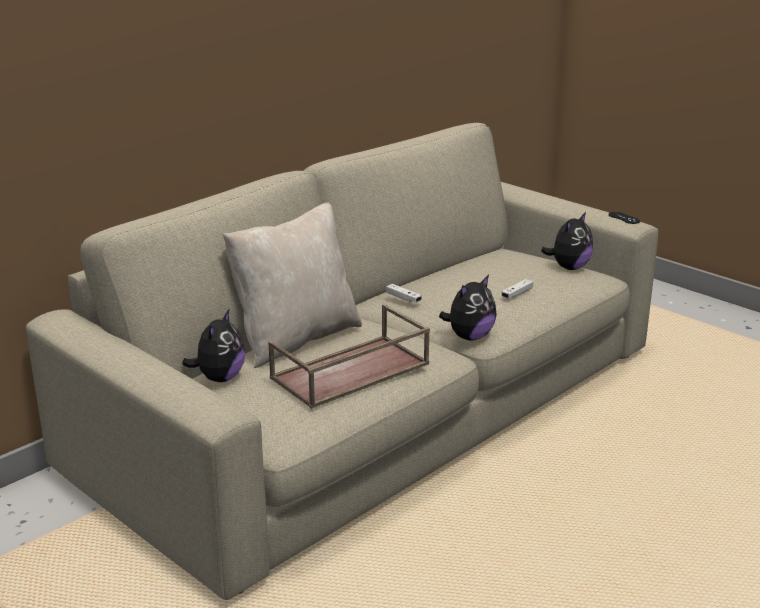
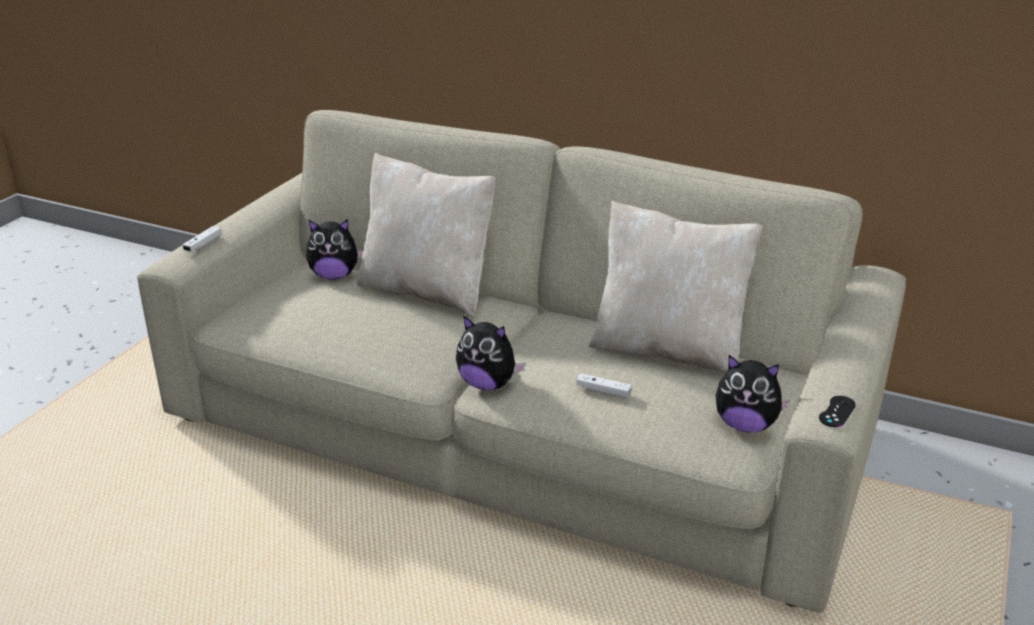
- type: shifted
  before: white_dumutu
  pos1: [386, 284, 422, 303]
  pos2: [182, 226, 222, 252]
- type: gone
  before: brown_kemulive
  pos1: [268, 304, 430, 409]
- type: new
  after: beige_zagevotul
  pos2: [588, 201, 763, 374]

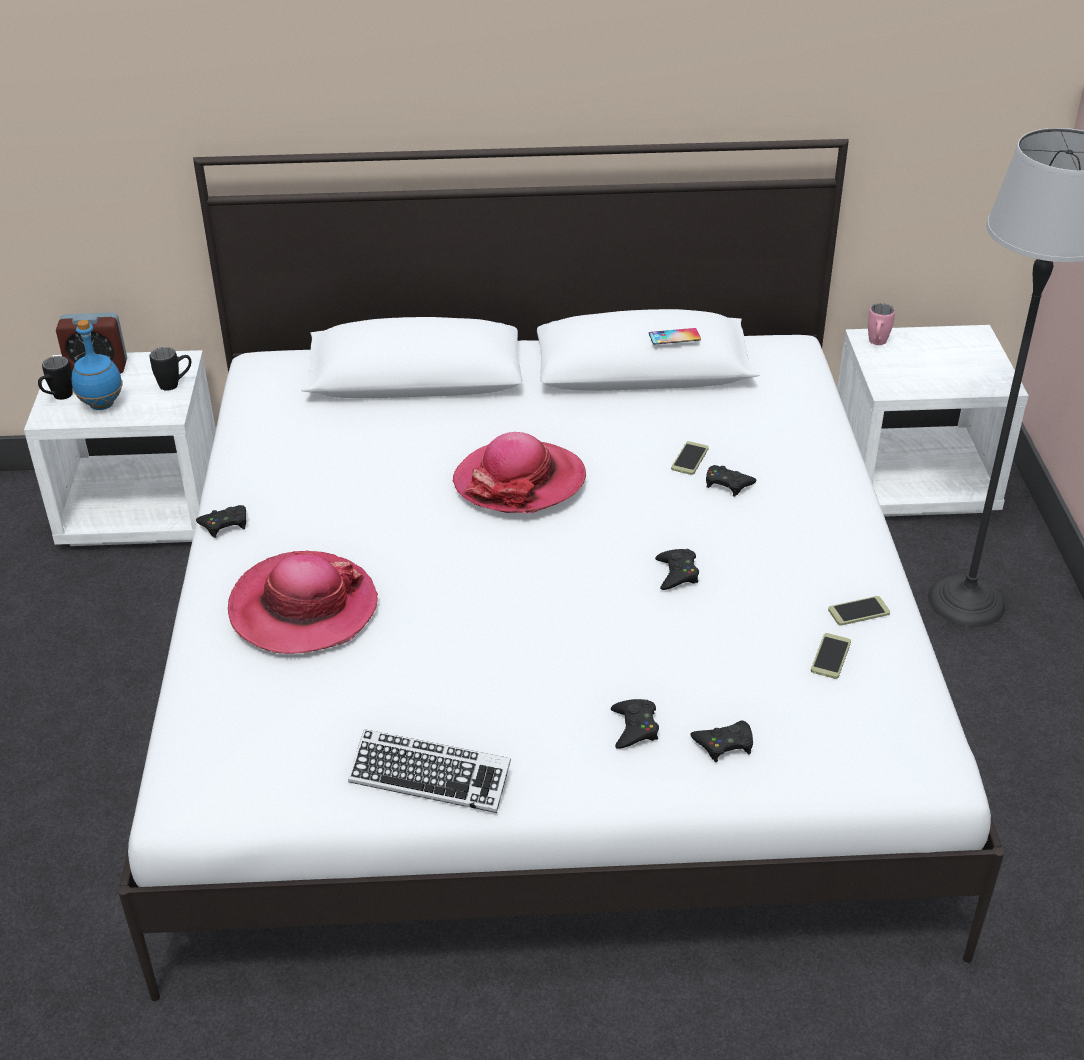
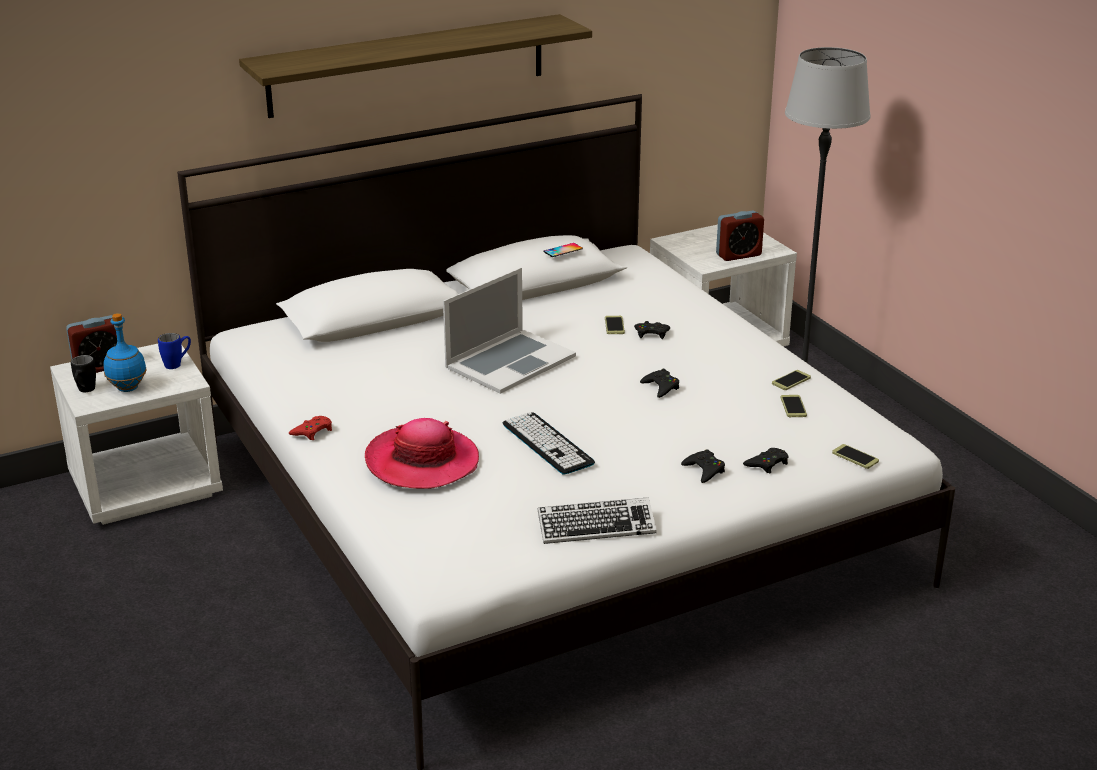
- type: gone
  before: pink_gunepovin
  pos1: [868, 303, 895, 345]
- type: repainted
  before: black_gunepovin
  after: blue_gunepovin
  pos1: [150, 347, 191, 391]
  pos2: [158, 333, 191, 369]
- type: swapped
  before: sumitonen
  after: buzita
  pos1: [452, 432, 586, 513]
  pos2: [443, 268, 576, 394]
- type: repainted
  before: black_dumutu
  after: red_dumutu
  pos1: [196, 505, 246, 538]
  pos2: [289, 416, 332, 440]
- type: new
  after: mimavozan
  pos2: [239, 14, 592, 118]
- type: new
  after: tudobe
  pos2: [716, 211, 764, 261]
- type: new
  after: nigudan
  pos2: [502, 412, 595, 474]
- type: new
  after: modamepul
  pos2: [832, 444, 879, 469]

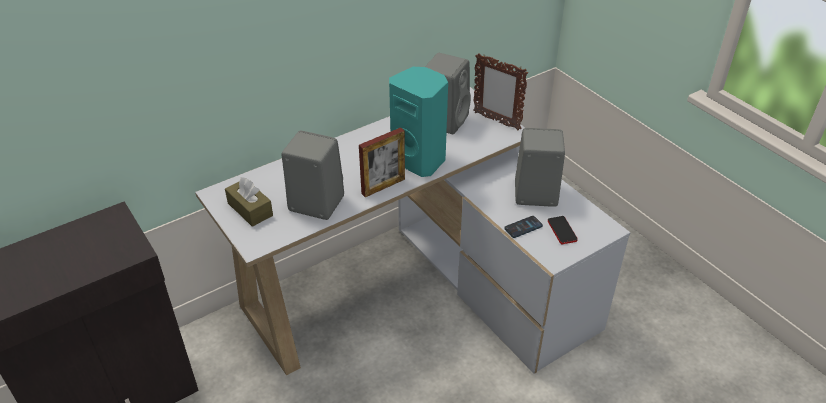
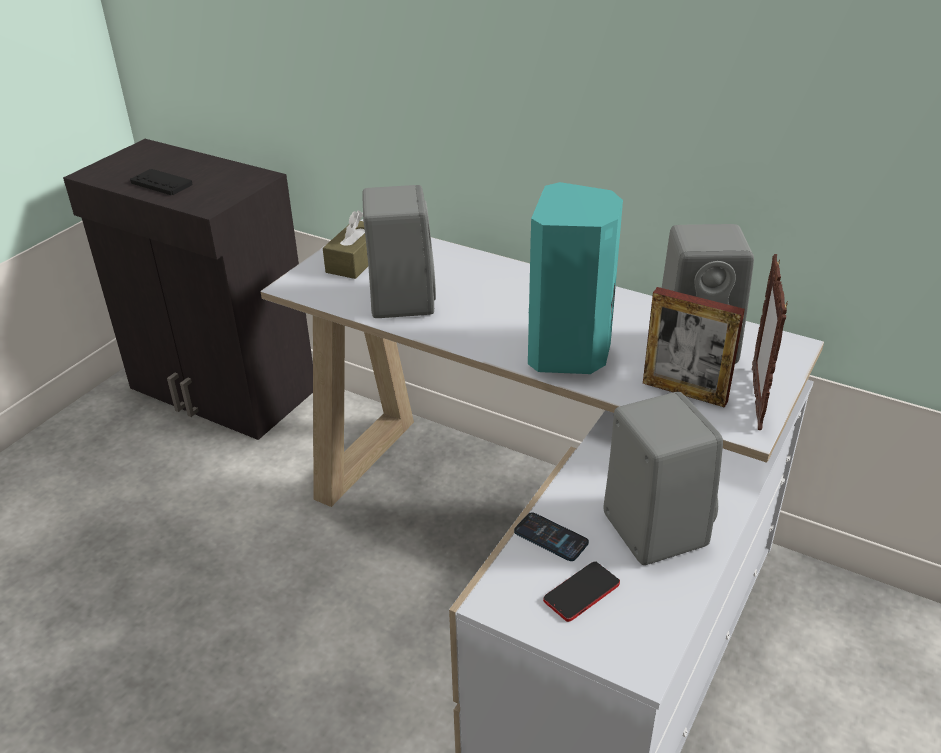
- type: shifted
  before: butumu
  pos1: [359, 127, 405, 197]
  pos2: [643, 287, 745, 408]
- type: new
  after: black_dumutu
  pos2: [130, 169, 192, 195]

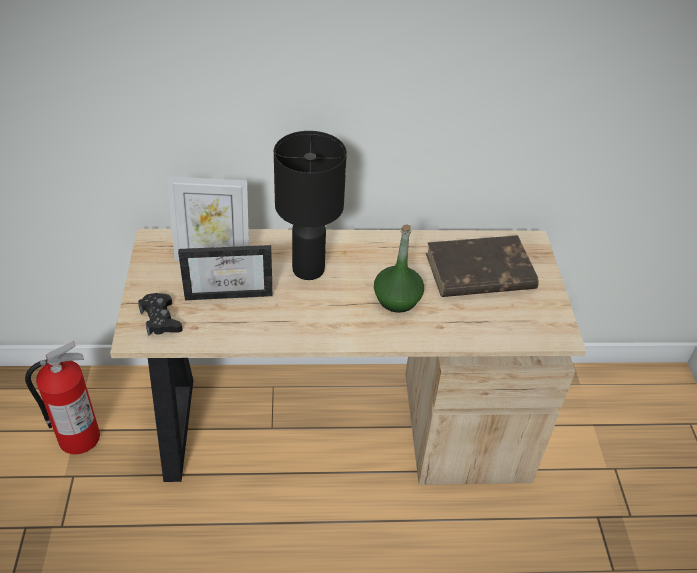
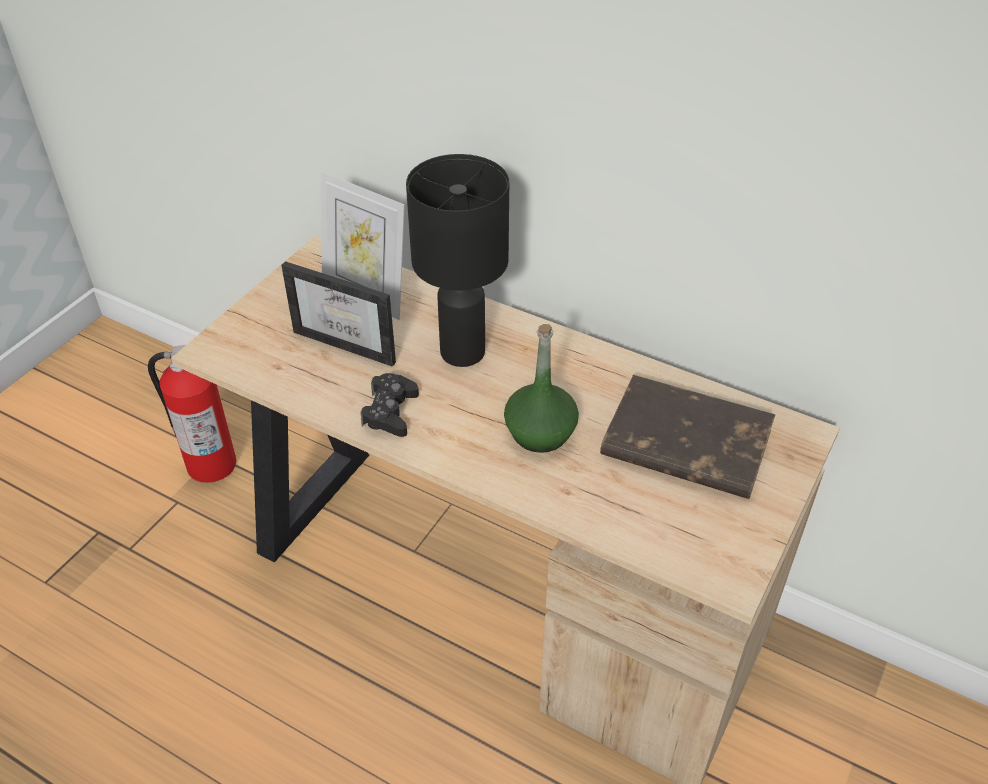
- type: shifted
  before: black_dumutu
  pos1: [138, 293, 183, 336]
  pos2: [360, 373, 419, 437]

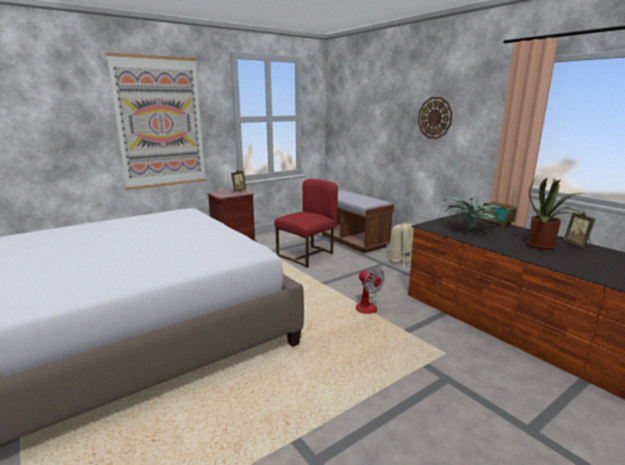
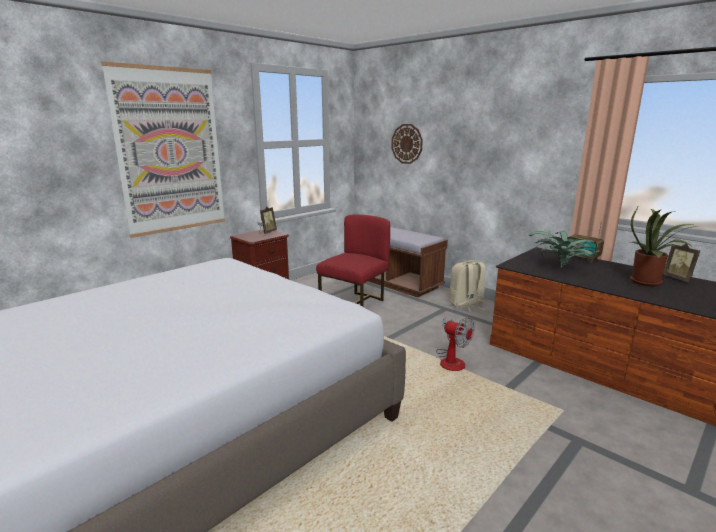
- type: shifted
  before: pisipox
  pos1: [418, 97, 452, 139]
  pos2: [391, 124, 423, 164]

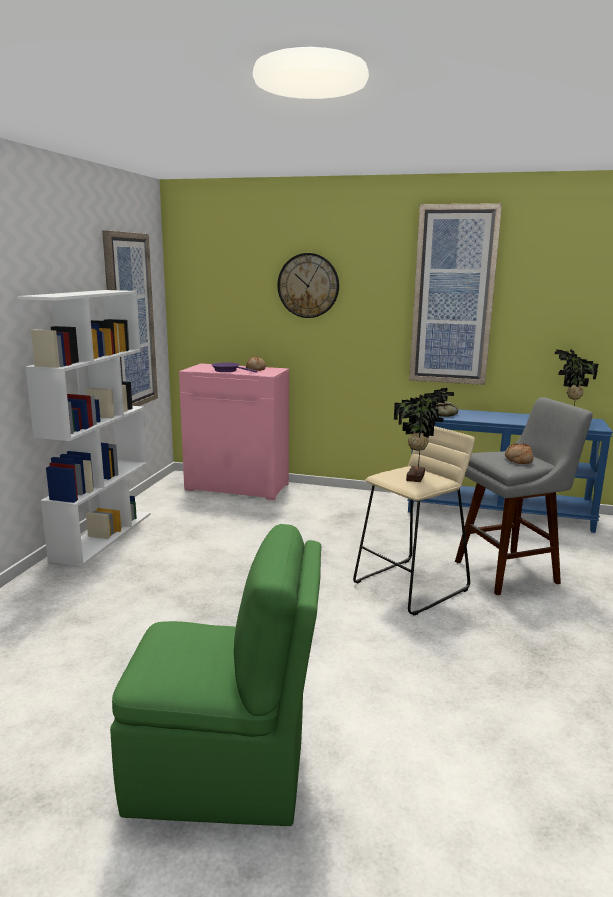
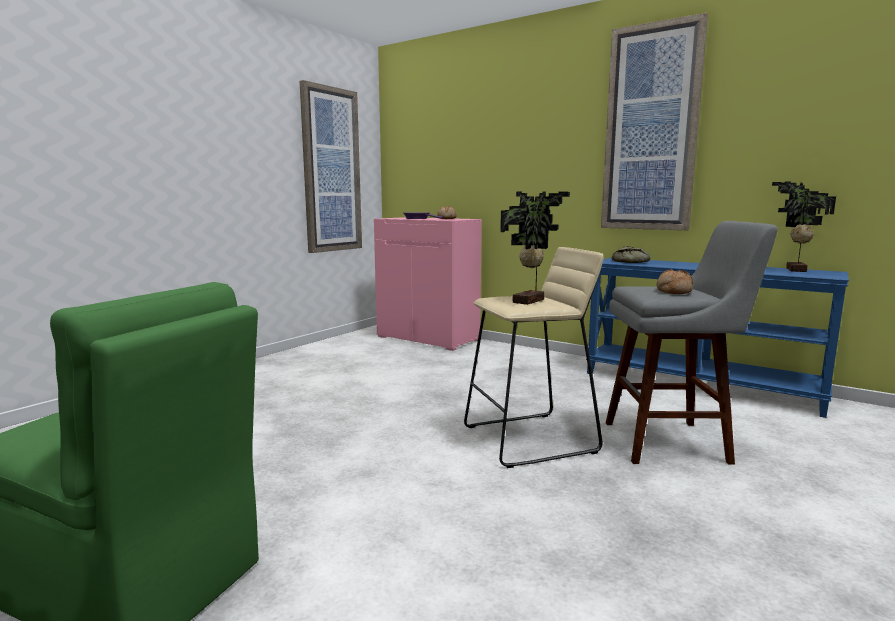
- type: gone
  before: pisipox
  pos1: [278, 253, 339, 318]
- type: gone
  before: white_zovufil
  pos1: [17, 290, 151, 567]

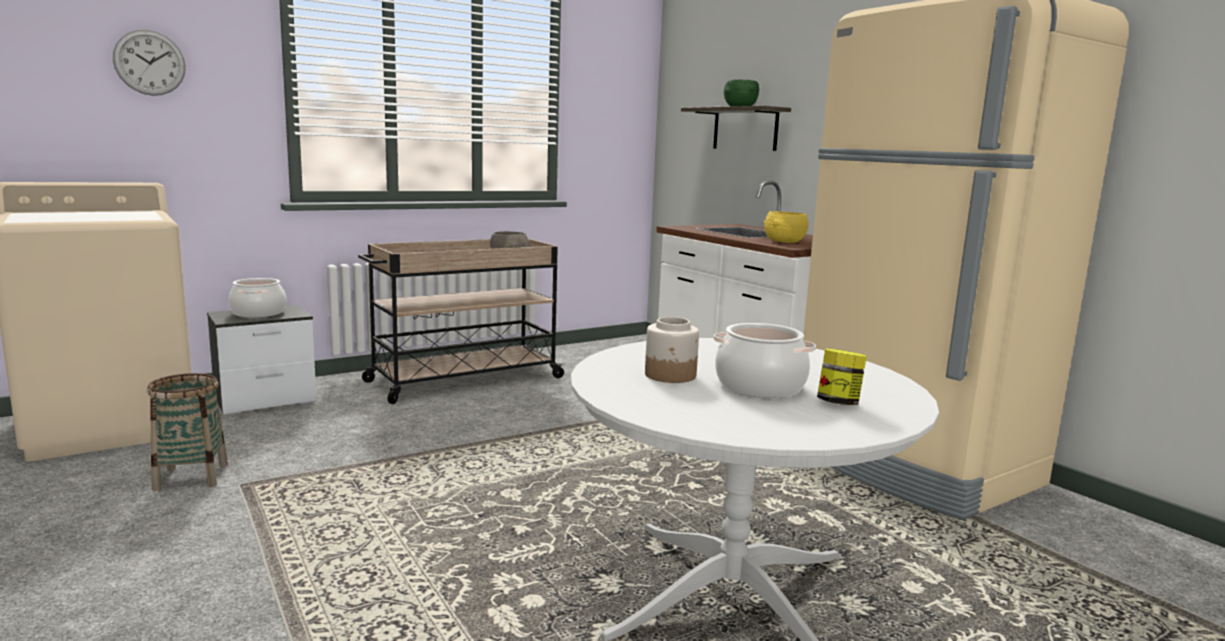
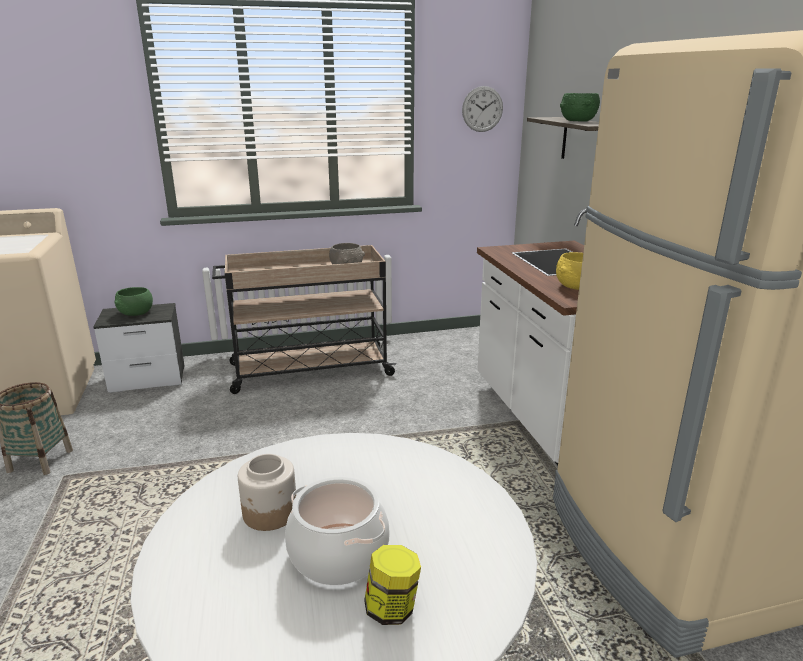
- type: shifted
  before: pisipox
  pos1: [113, 30, 186, 96]
  pos2: [462, 86, 503, 132]
- type: swapped
  before: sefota
  after: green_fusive
  pos1: [229, 278, 286, 318]
  pos2: [114, 287, 153, 316]

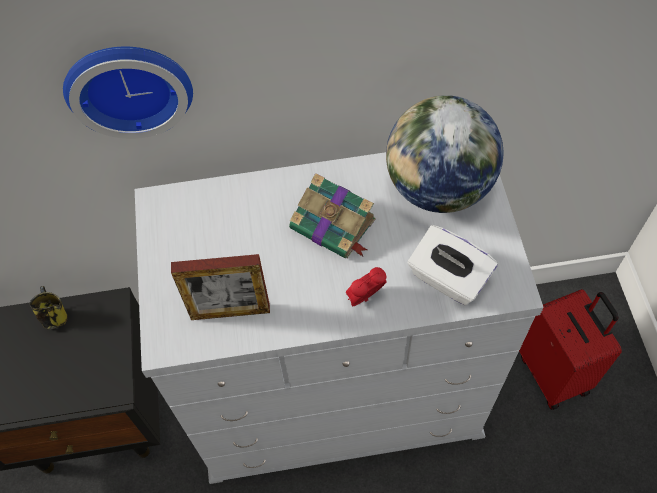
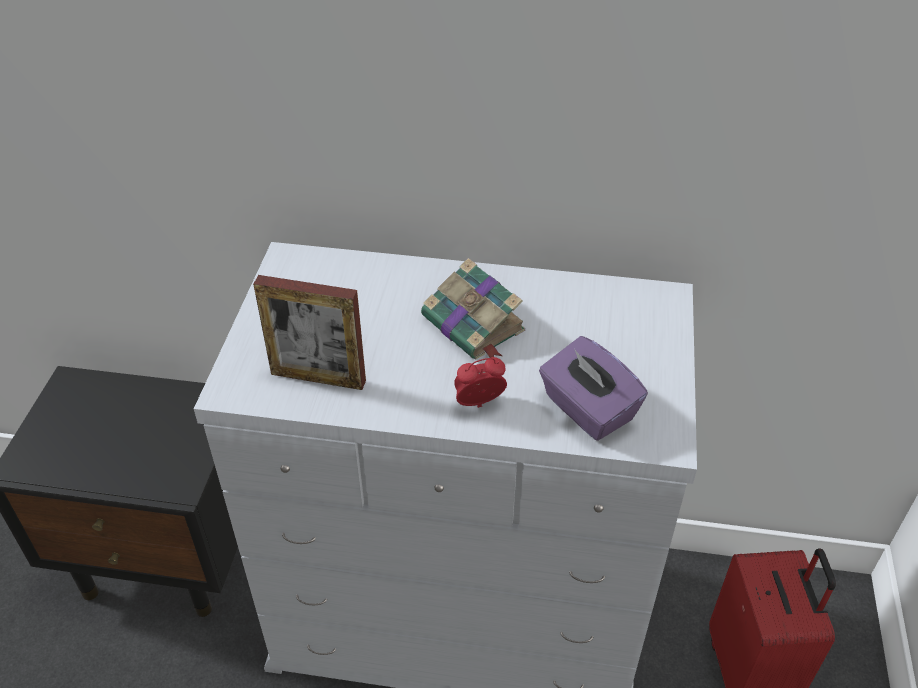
- type: gone
  before: pisipox
  pos1: [63, 47, 193, 139]
- type: gone
  before: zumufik
  pos1: [386, 95, 504, 213]
- type: repainted
  before: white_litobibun
  after: purple_litobibun
  pos1: [408, 225, 498, 305]
  pos2: [539, 336, 648, 441]
- type: gone
  before: gunepovin
  pos1: [30, 286, 68, 329]

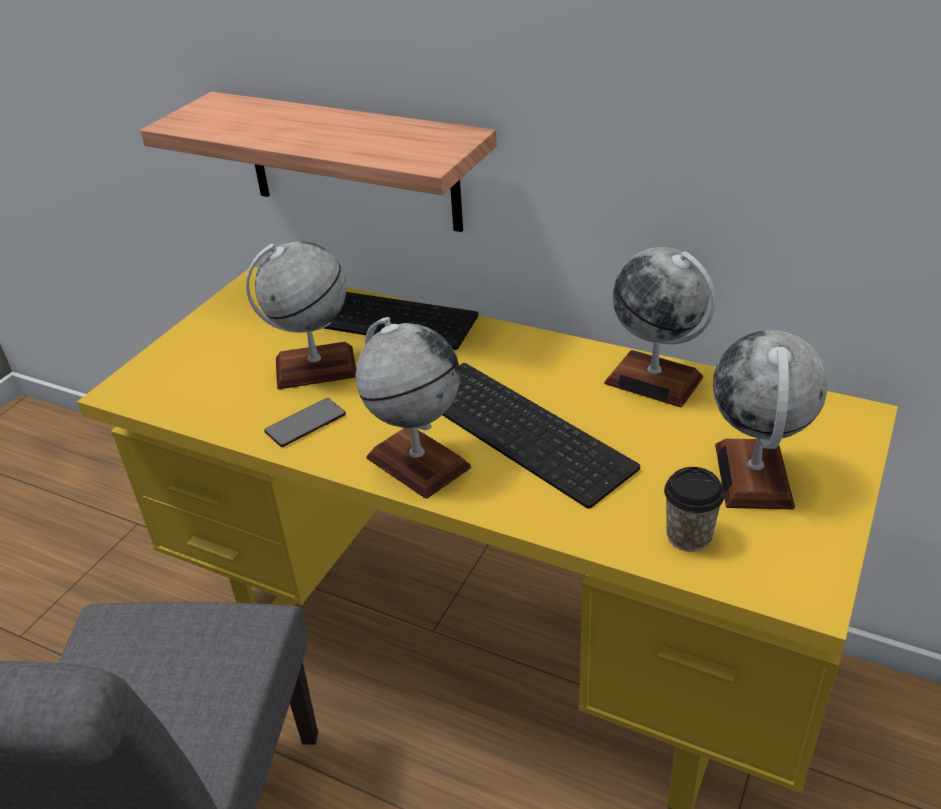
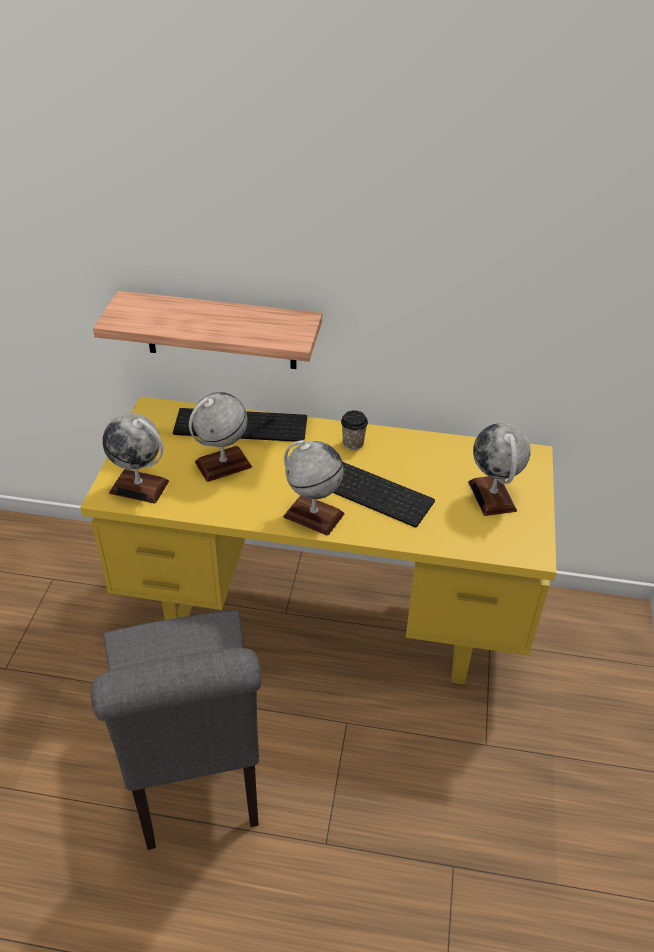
- type: shifted
  before: zumufik
  pos1: [604, 247, 716, 407]
  pos2: [102, 413, 169, 504]
- type: gone
  before: modamepul
  pos1: [264, 398, 346, 447]
- type: shifted
  before: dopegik
  pos1: [664, 467, 725, 552]
  pos2: [341, 410, 368, 450]

